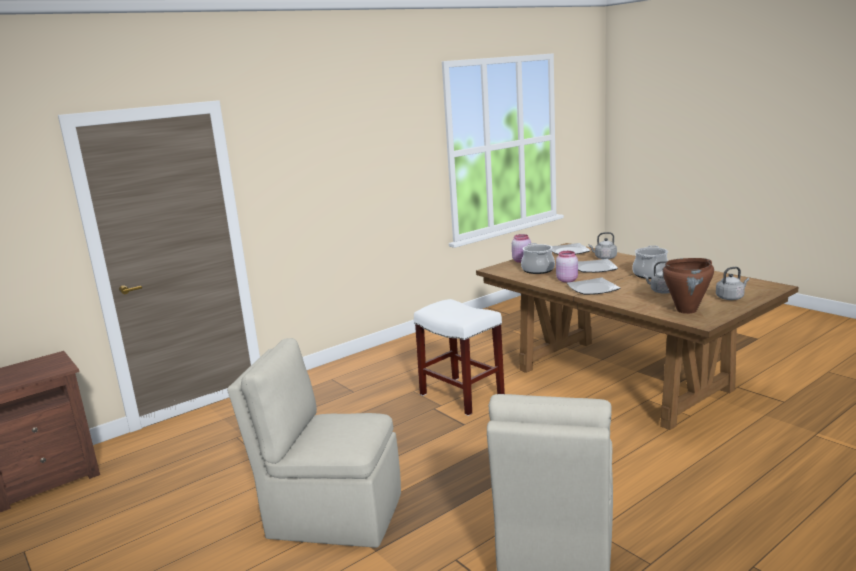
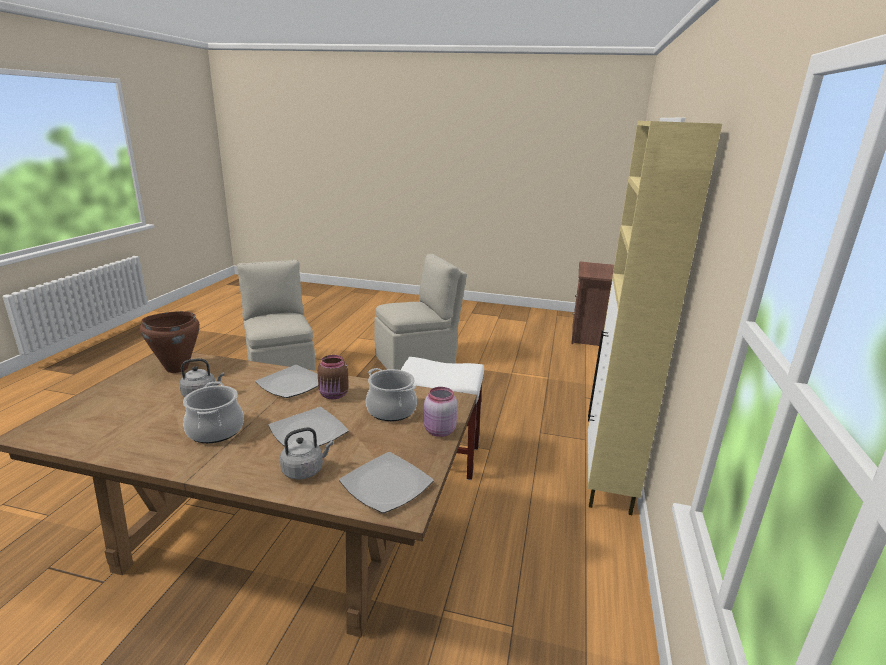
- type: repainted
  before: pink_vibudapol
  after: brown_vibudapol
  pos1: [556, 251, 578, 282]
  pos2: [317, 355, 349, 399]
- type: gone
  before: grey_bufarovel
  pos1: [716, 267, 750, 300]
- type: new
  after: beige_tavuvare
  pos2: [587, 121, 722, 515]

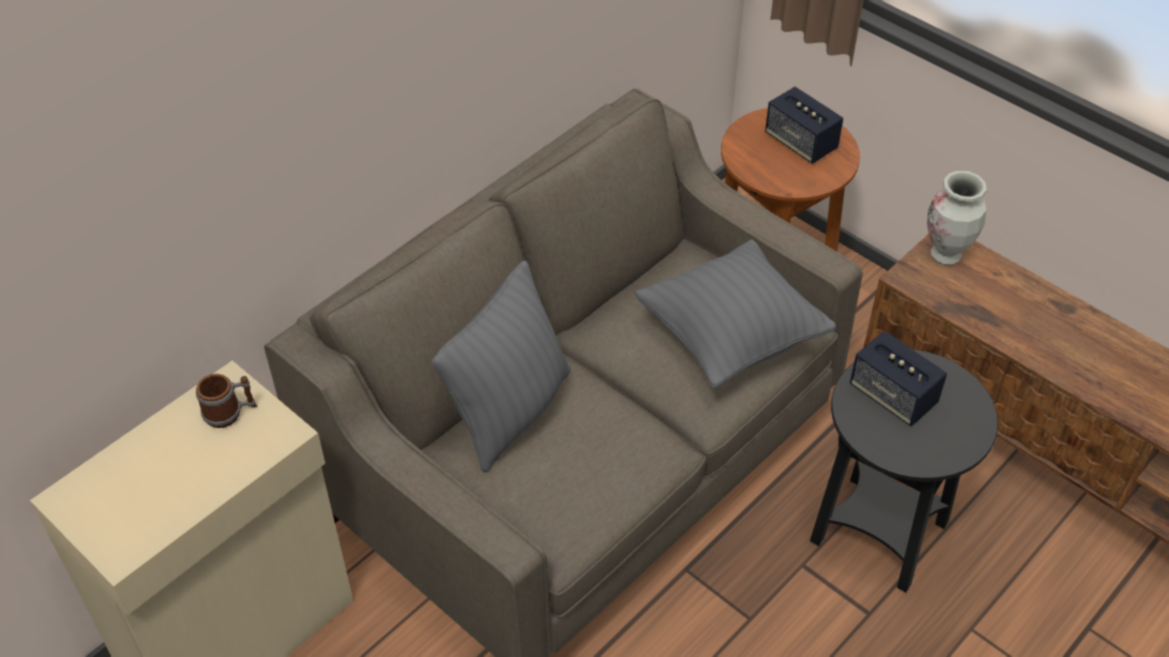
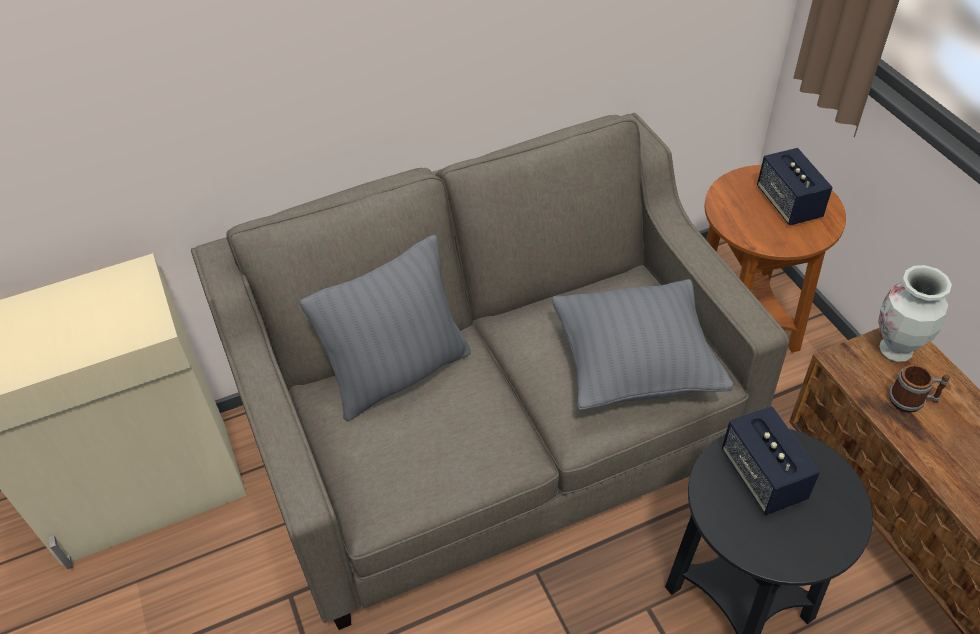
- type: shifted
  before: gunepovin
  pos1: [196, 374, 257, 428]
  pos2: [889, 364, 950, 413]

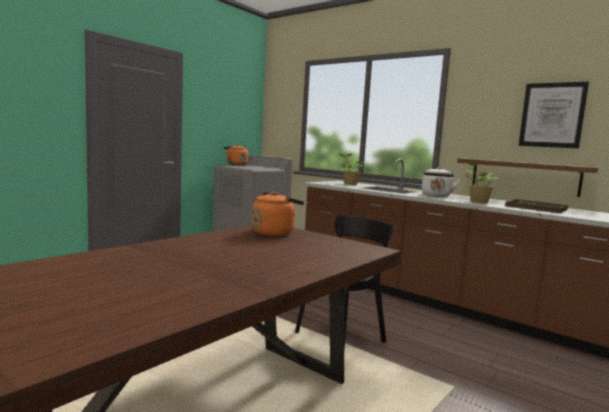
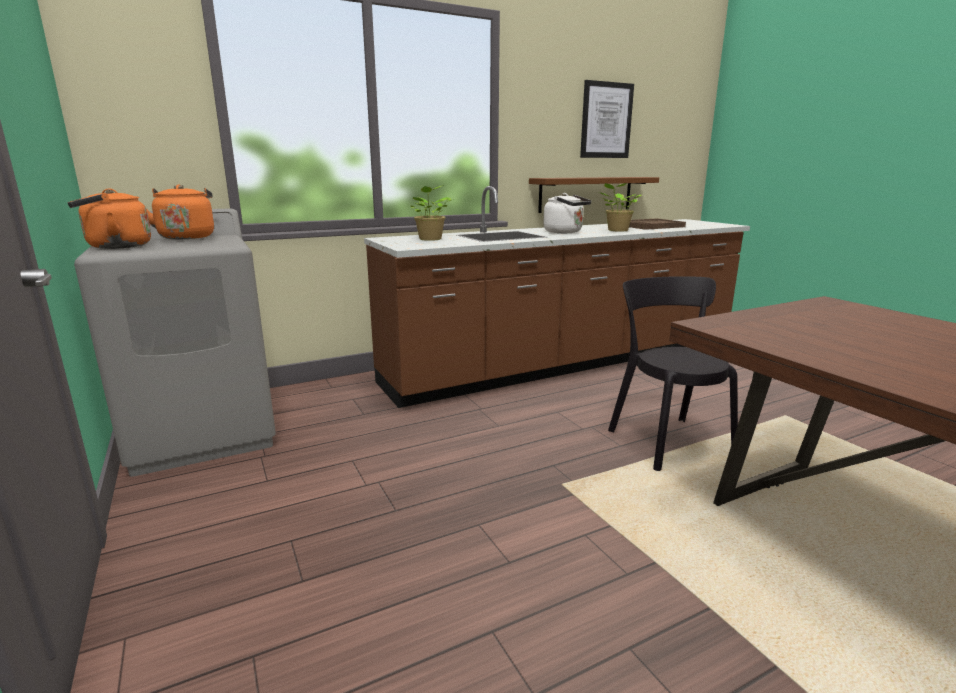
- type: shifted
  before: orange_bufarovel
  pos1: [251, 192, 304, 236]
  pos2: [146, 185, 214, 239]

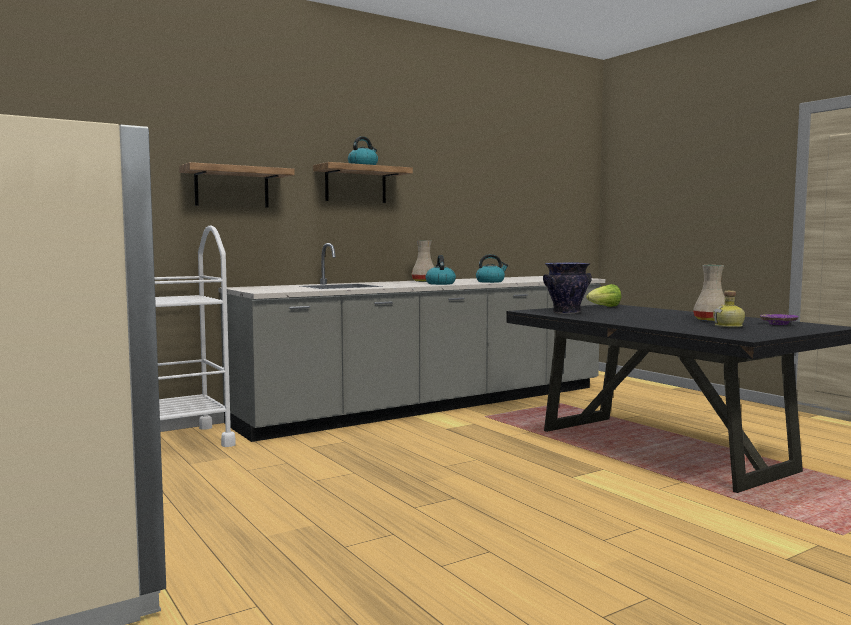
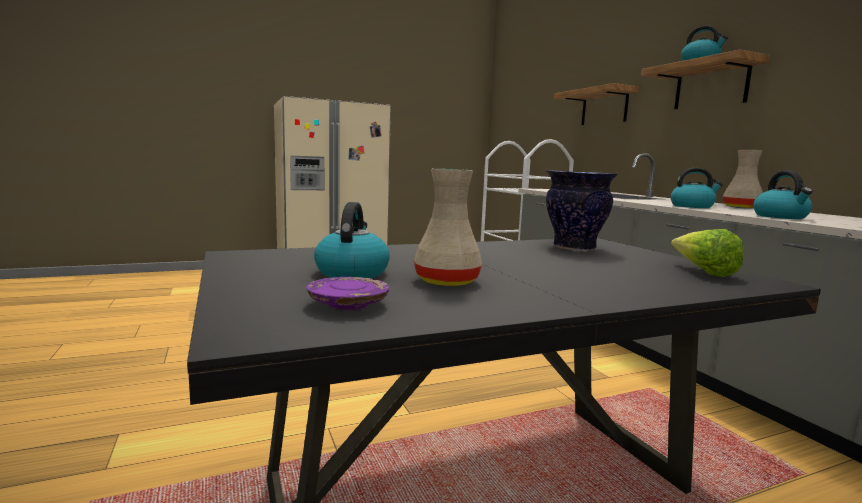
- type: swapped
  before: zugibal
  after: bufarovel
  pos1: [713, 291, 745, 327]
  pos2: [314, 202, 390, 278]

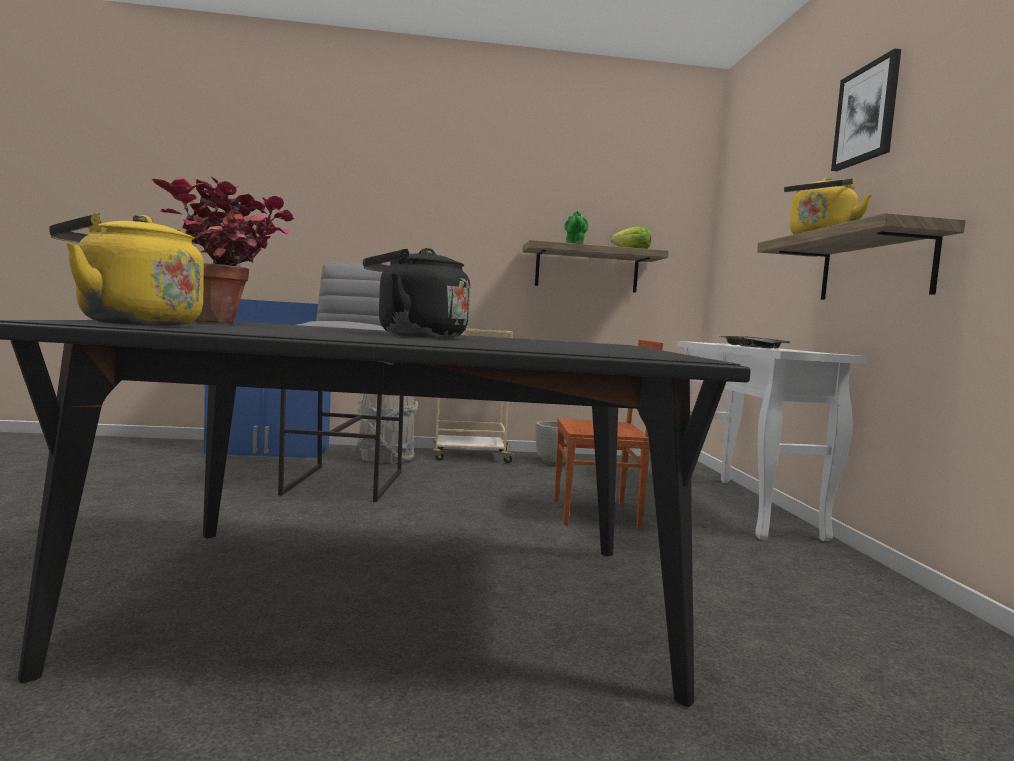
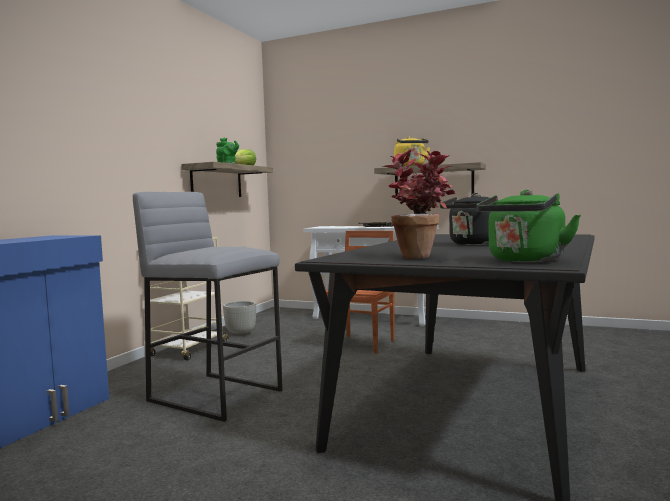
- type: gone
  before: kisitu
  pos1: [831, 48, 901, 171]
- type: repainted
  before: yellow_bufarovel
  after: green_bufarovel
  pos1: [49, 213, 204, 326]
  pos2: [477, 190, 581, 262]
- type: gone
  before: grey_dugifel
  pos1: [355, 394, 418, 464]

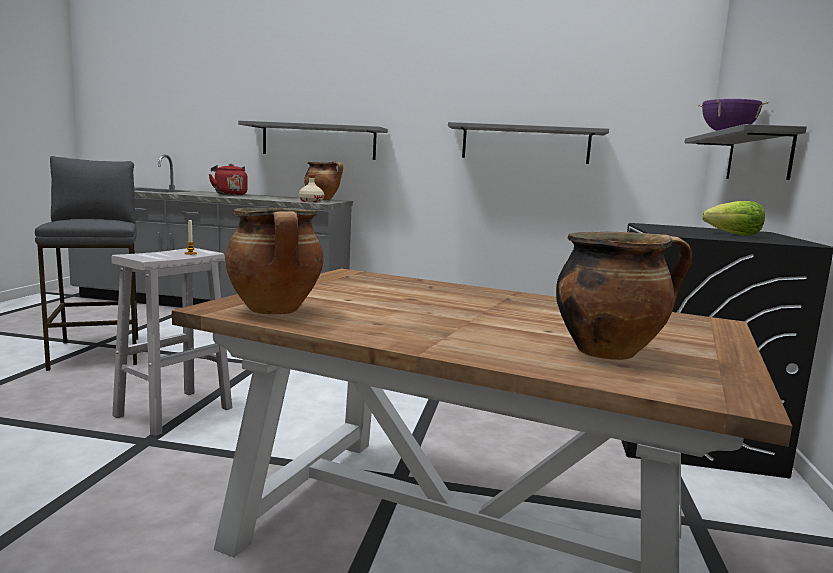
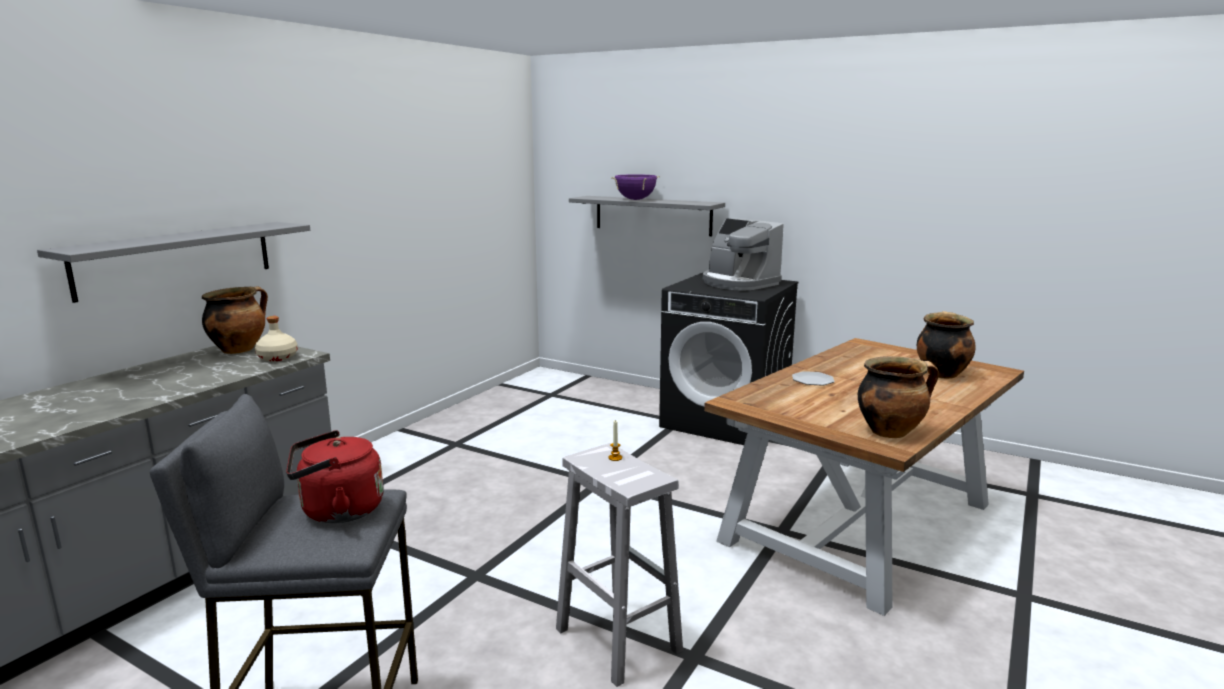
- type: gone
  before: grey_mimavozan
  pos1: [448, 122, 609, 164]
- type: shifted
  before: red_bufarovel
  pos1: [209, 164, 248, 196]
  pos2: [286, 430, 383, 523]
- type: swapped
  before: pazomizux
  after: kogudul
  pos1: [702, 201, 765, 236]
  pos2: [703, 218, 784, 291]
- type: new
  after: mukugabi
  pos2: [792, 371, 835, 386]

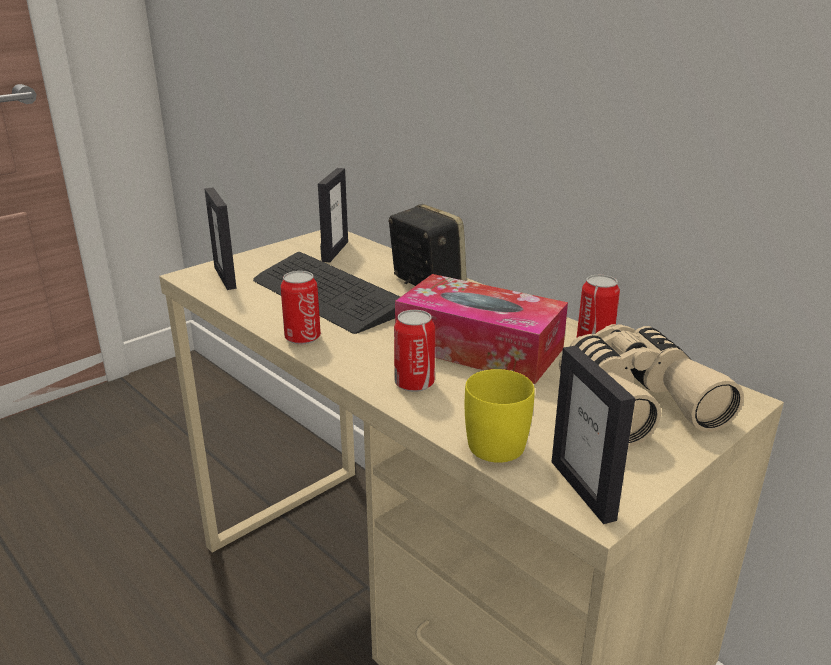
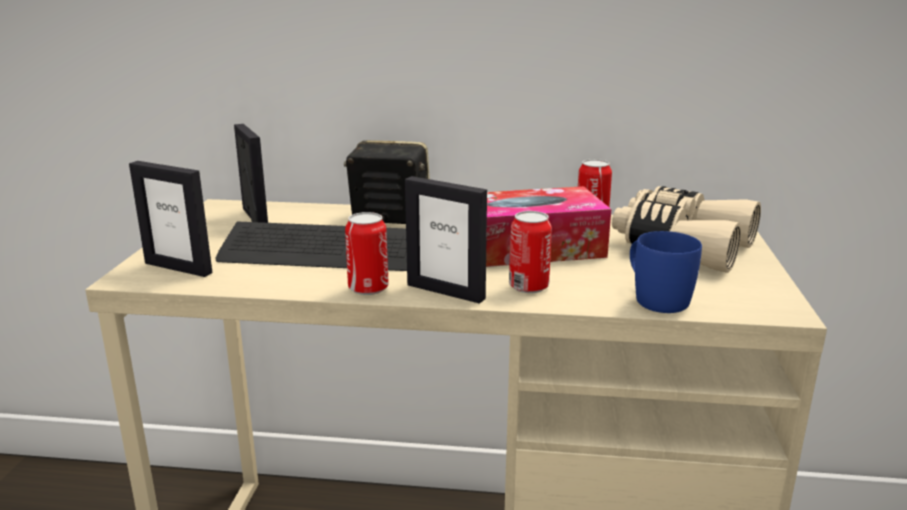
- type: shifted
  before: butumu
  pos1: [552, 345, 635, 524]
  pos2: [405, 176, 487, 304]
- type: repainted
  before: yellow_gunepovin
  after: blue_gunepovin
  pos1: [465, 369, 535, 463]
  pos2: [630, 231, 702, 313]

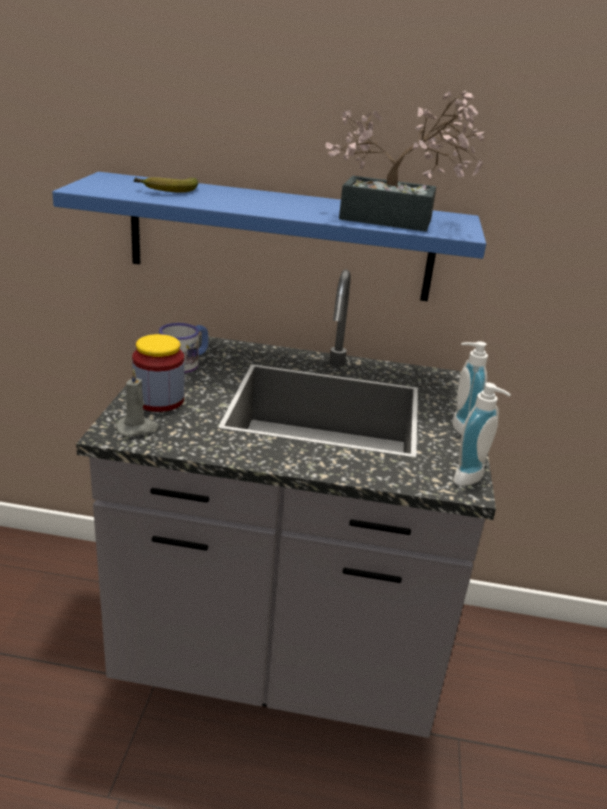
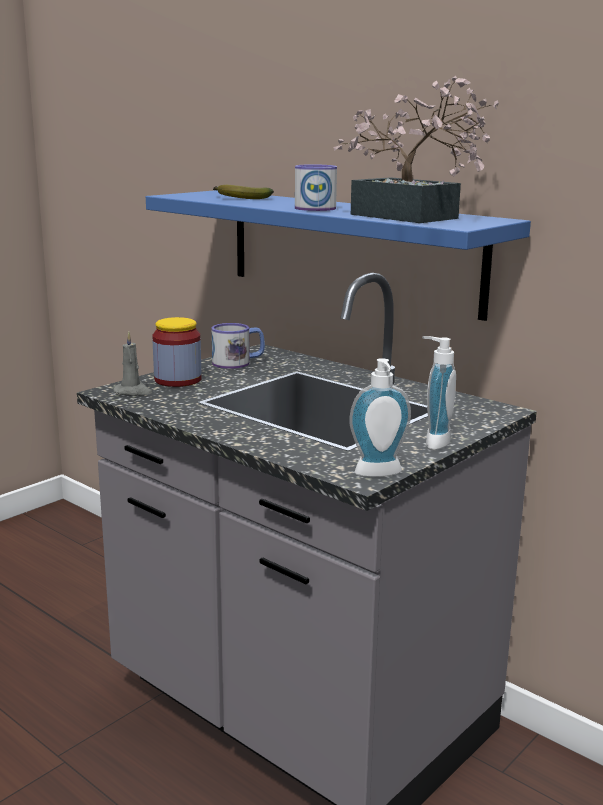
- type: new
  after: gunepovin
  pos2: [295, 164, 337, 211]

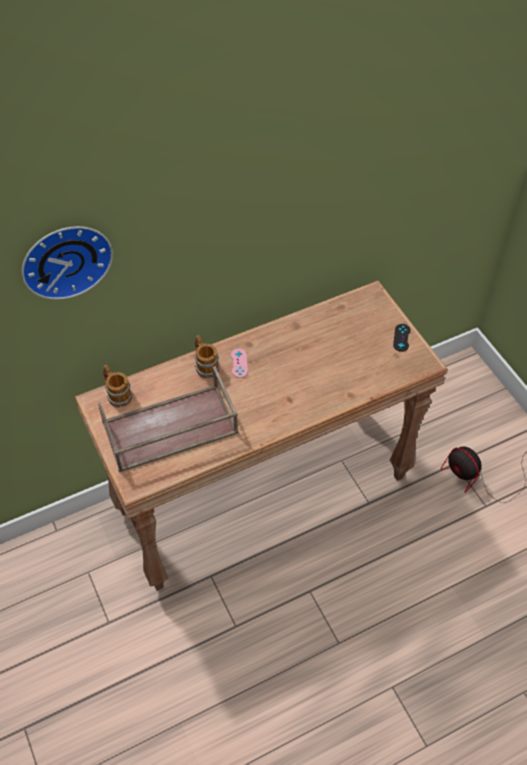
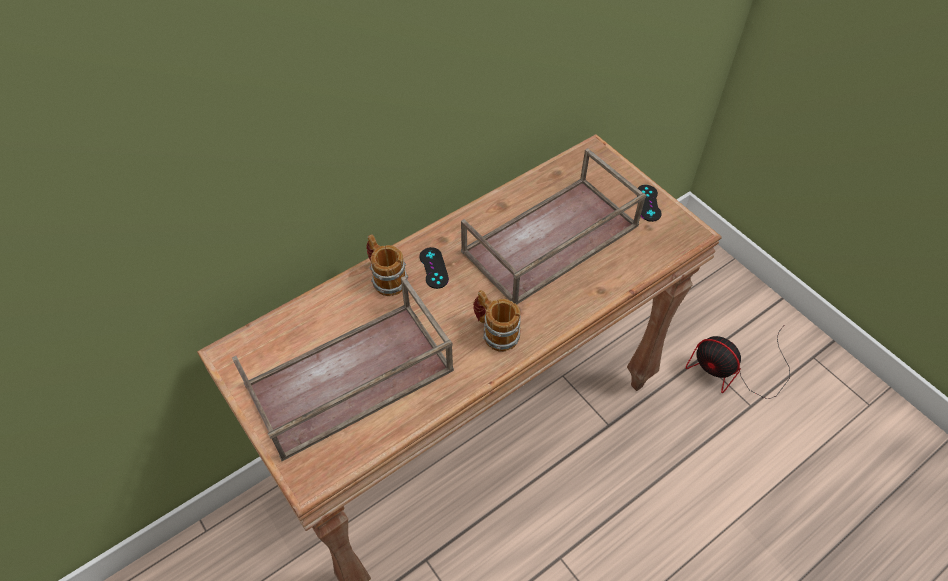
- type: gone
  before: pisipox
  pos1: [21, 226, 113, 300]
- type: repainted
  before: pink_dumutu
  after: black_dumutu
  pos1: [231, 348, 248, 378]
  pos2: [419, 247, 449, 289]
- type: shifted
  before: gunepovin
  pos1: [103, 365, 133, 407]
  pos2: [473, 290, 521, 352]
- type: new
  after: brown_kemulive
  pos2: [461, 148, 646, 304]

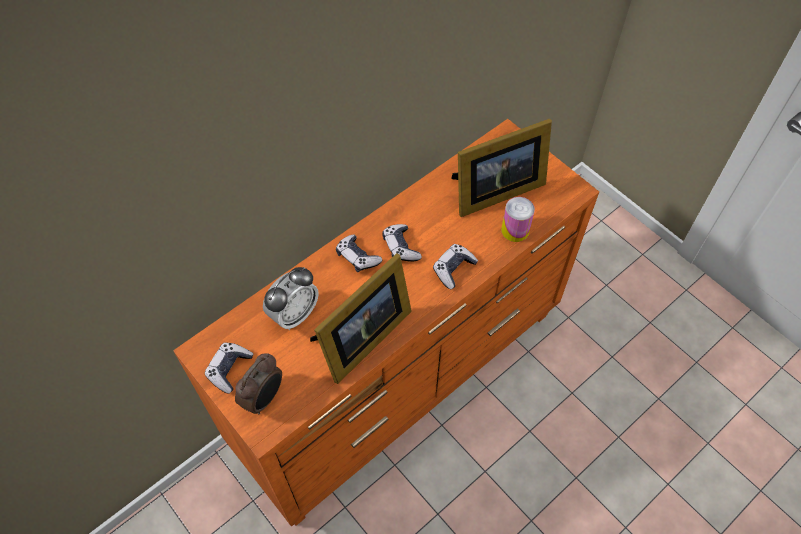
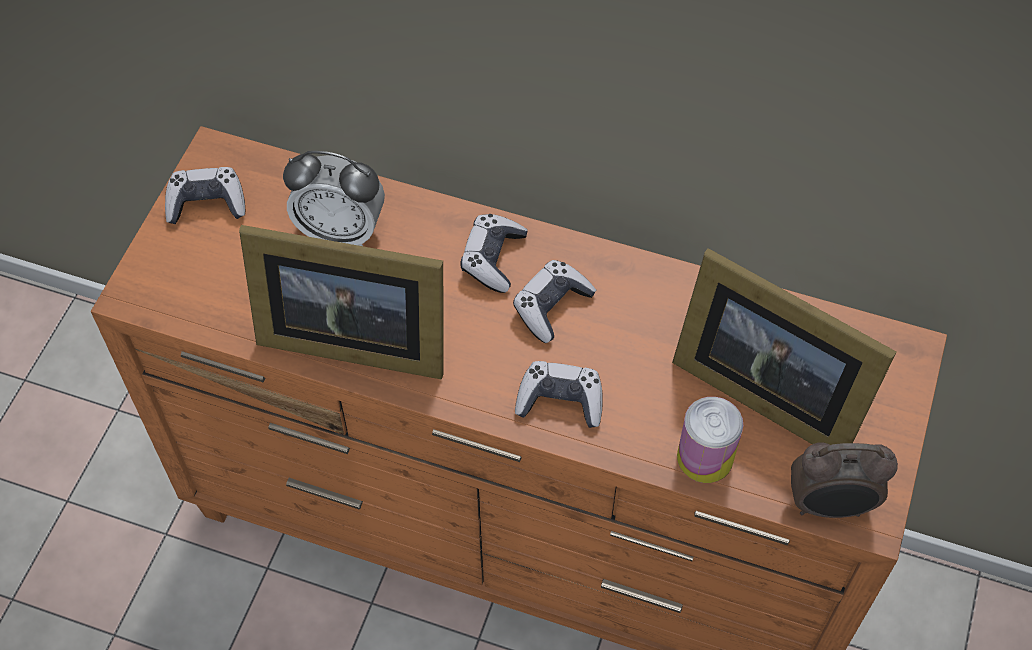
- type: shifted
  before: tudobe
  pos1: [235, 353, 282, 414]
  pos2: [791, 443, 898, 518]

